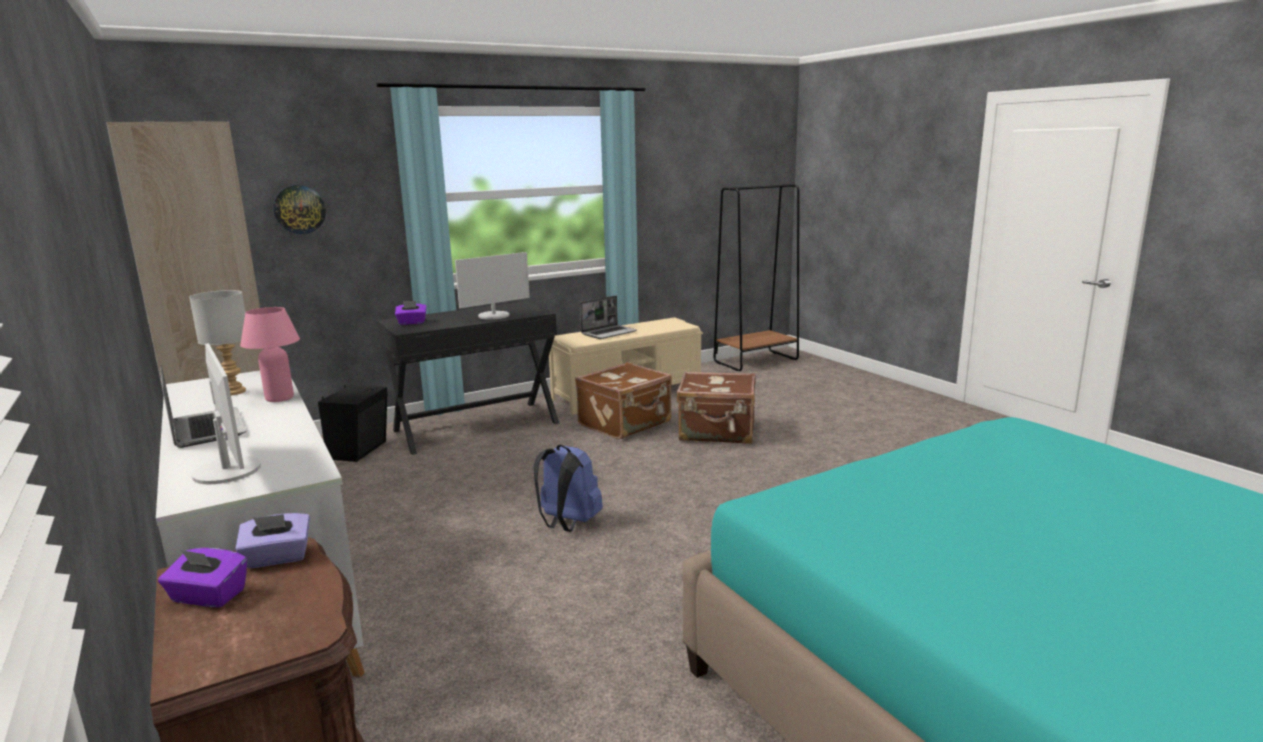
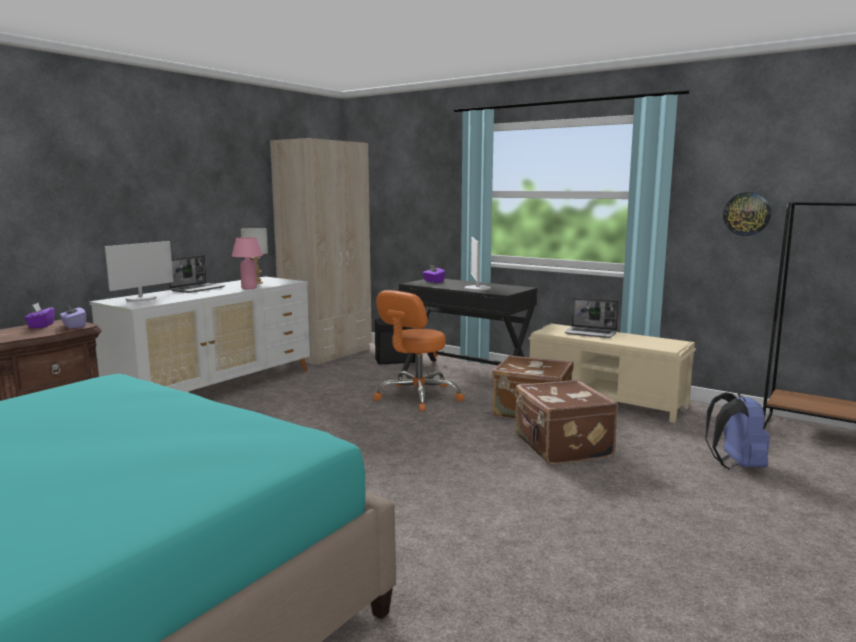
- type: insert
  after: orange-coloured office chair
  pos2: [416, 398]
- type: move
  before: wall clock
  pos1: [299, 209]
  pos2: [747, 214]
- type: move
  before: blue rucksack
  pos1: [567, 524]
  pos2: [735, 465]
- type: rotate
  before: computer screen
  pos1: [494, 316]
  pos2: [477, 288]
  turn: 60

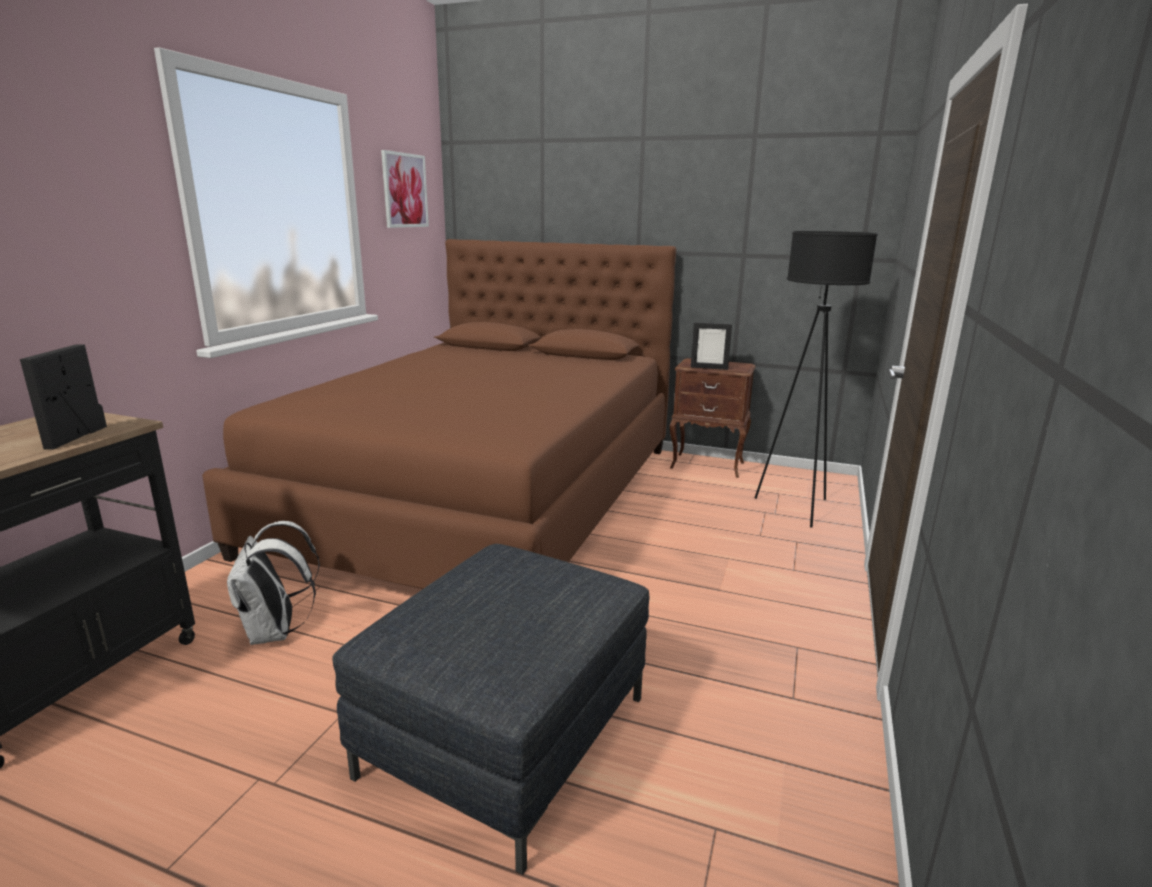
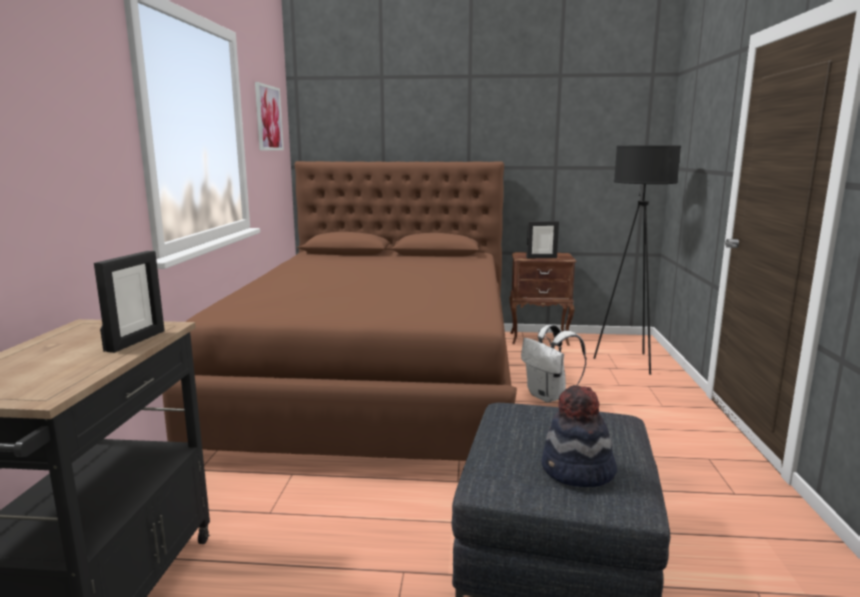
- type: insert
  after: hat
  pos2: [577, 472]
- type: move
  before: white rucksack
  pos1: [276, 632]
  pos2: [549, 397]
- type: rotate
  before: standing frame
  pos1: [76, 437]
  pos2: [135, 340]
  turn: -150

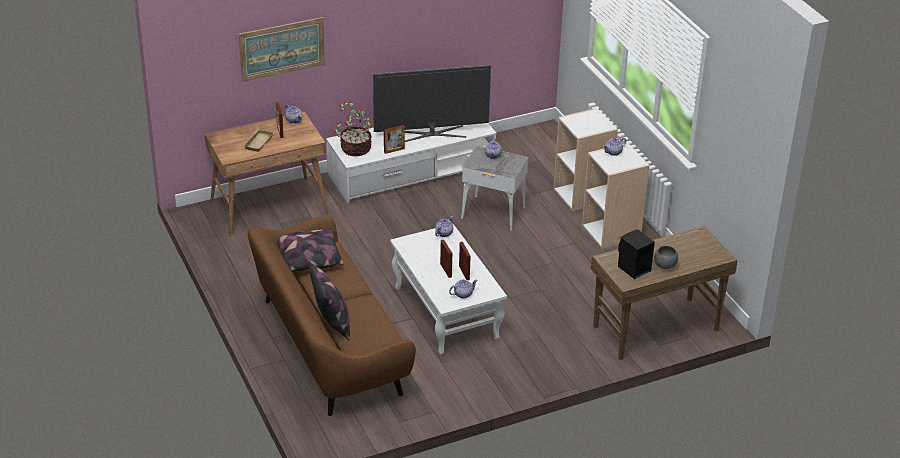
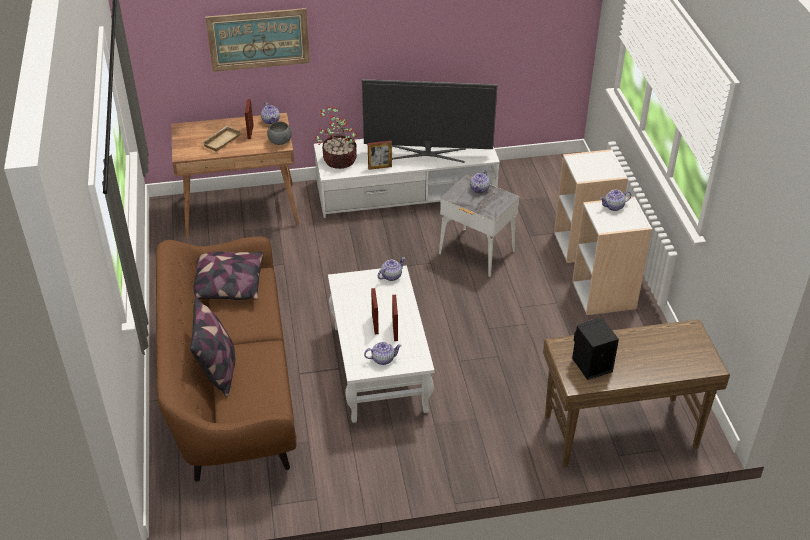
- type: move
  before: greyish serving bowl
  pos1: [664, 265]
  pos2: [280, 142]

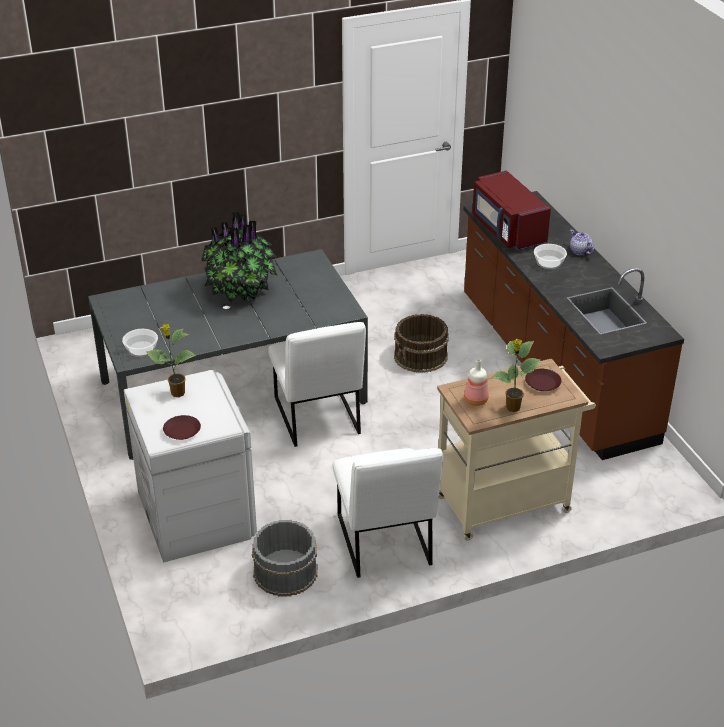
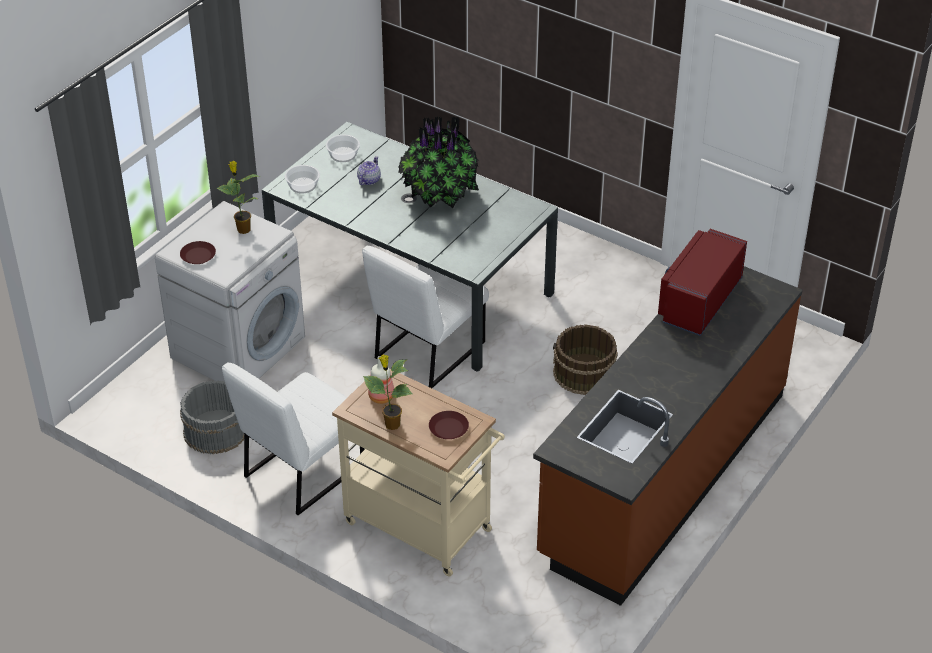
- type: move
  before: serving bowl
  pos1: [549, 262]
  pos2: [343, 154]
- type: move
  before: teapot
  pos1: [580, 251]
  pos2: [368, 180]

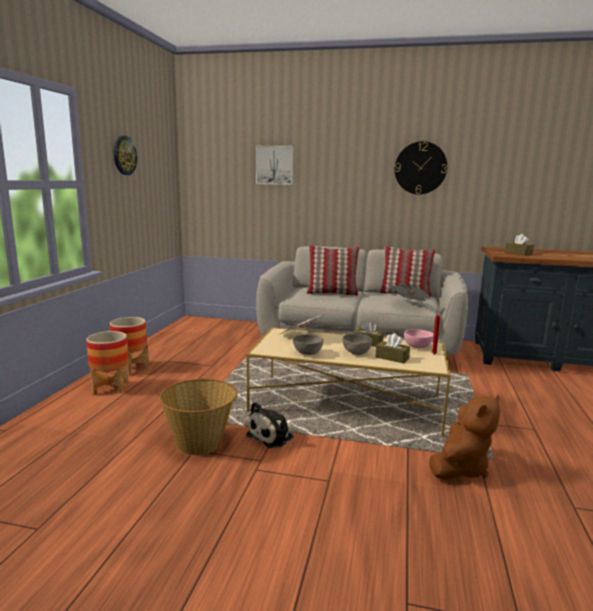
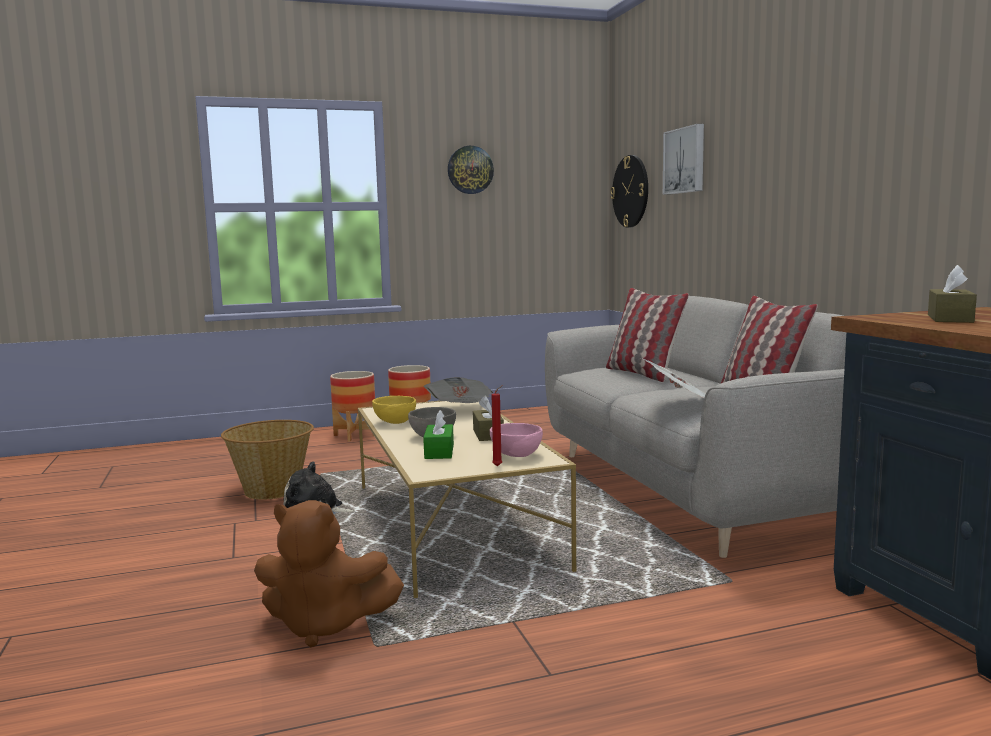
- type: move
  before: wall clock
  pos1: [420, 168]
  pos2: [631, 191]
- type: recolor
  before: greyish serving bowl
  after: yellow serving bowl
  pos1: [308, 353]
  pos2: [394, 422]
- type: recolor
  before: brownish box of tissues
  after: greenish box of tissues
  pos1: [392, 358]
  pos2: [439, 451]

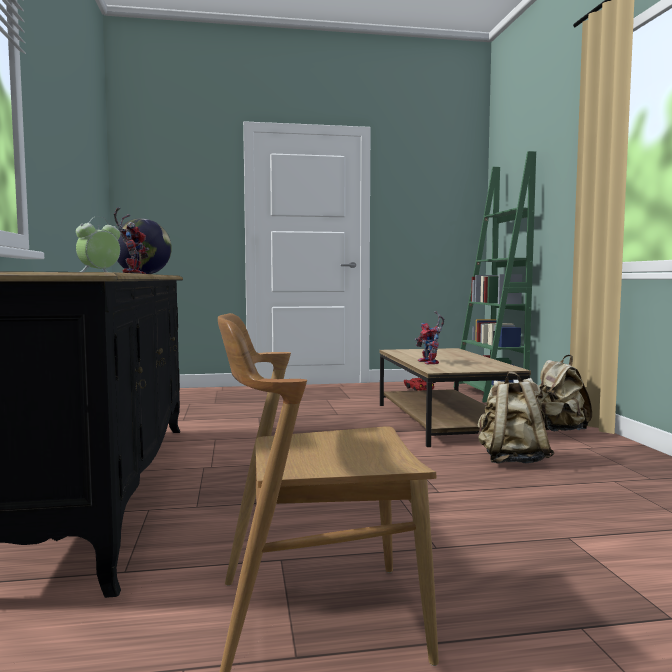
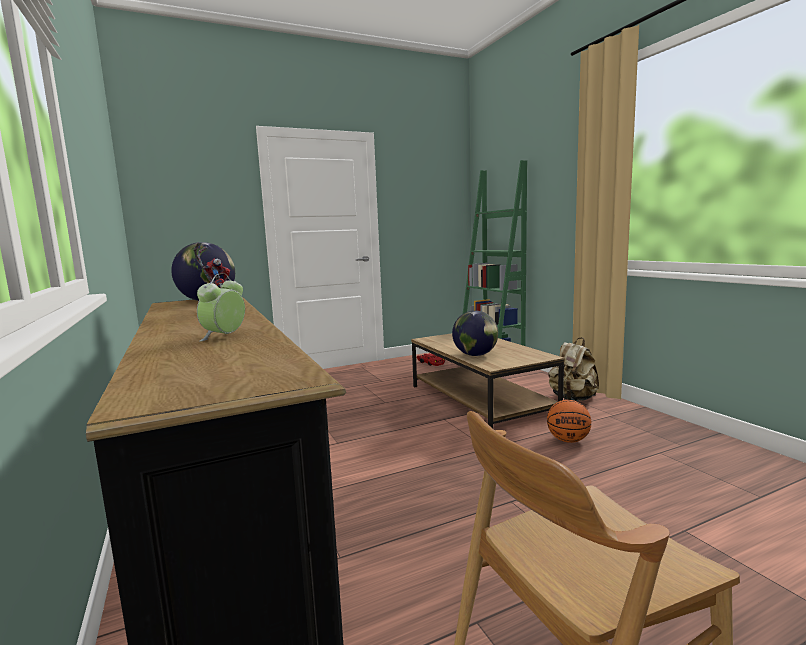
- type: replace
  before: toy robot
  after: globe
  pos1: [431, 363]
  pos2: [475, 355]
- type: replace
  before: beige-coloured rucksack
  after: basketball
  pos1: [512, 460]
  pos2: [568, 440]

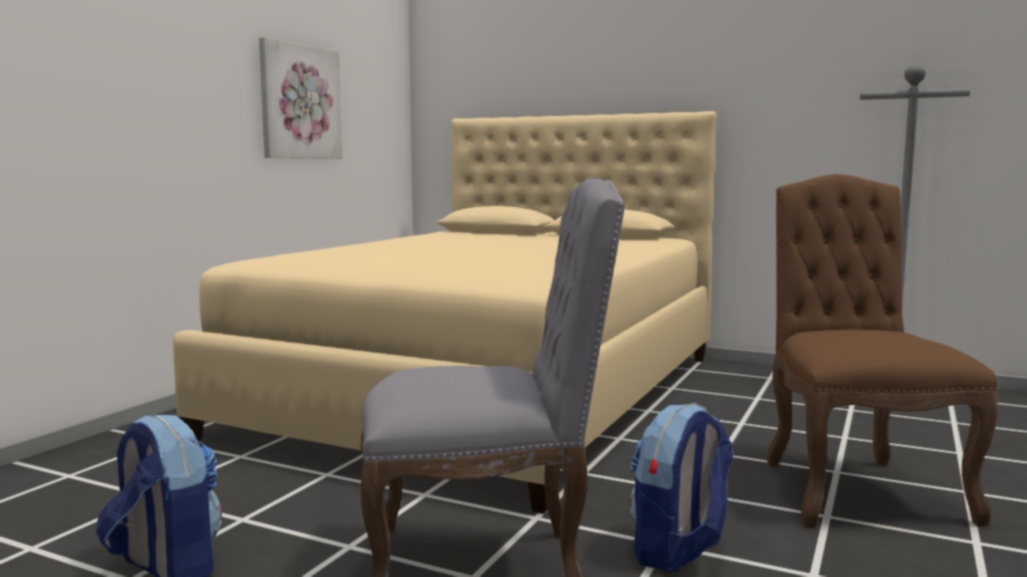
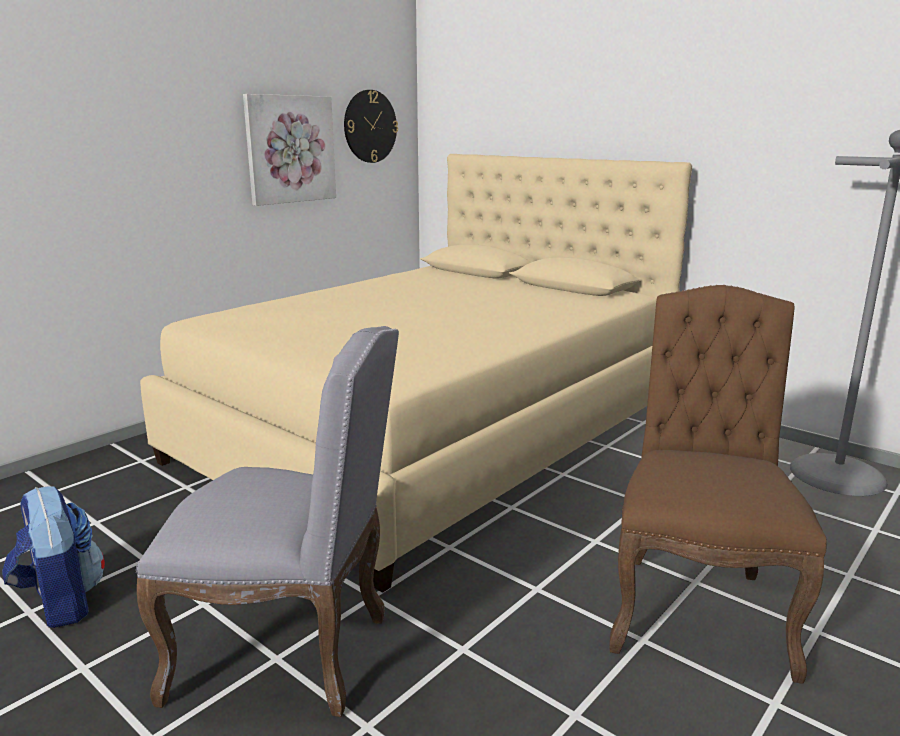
- type: delete
  before: rucksack
  pos1: [679, 551]
- type: insert
  after: wall clock
  pos2: [370, 126]

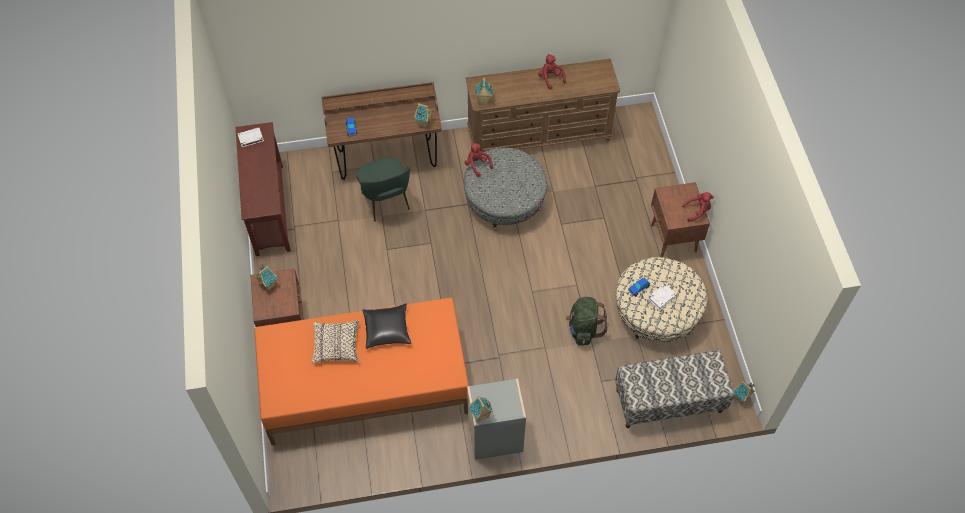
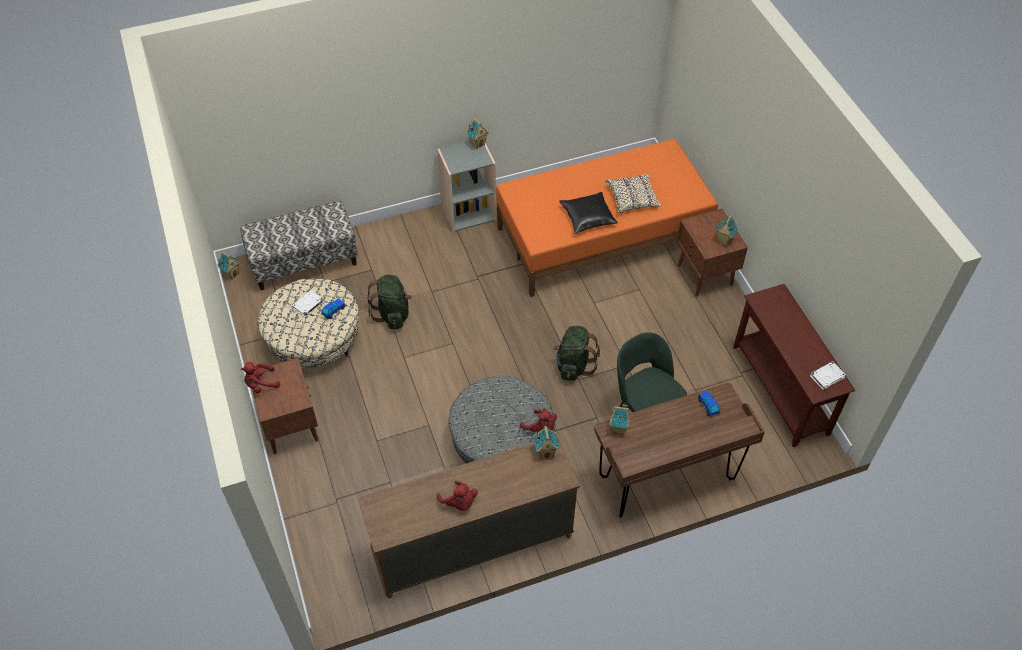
- type: insert
  after: greenish rucksack
  pos2: [573, 365]

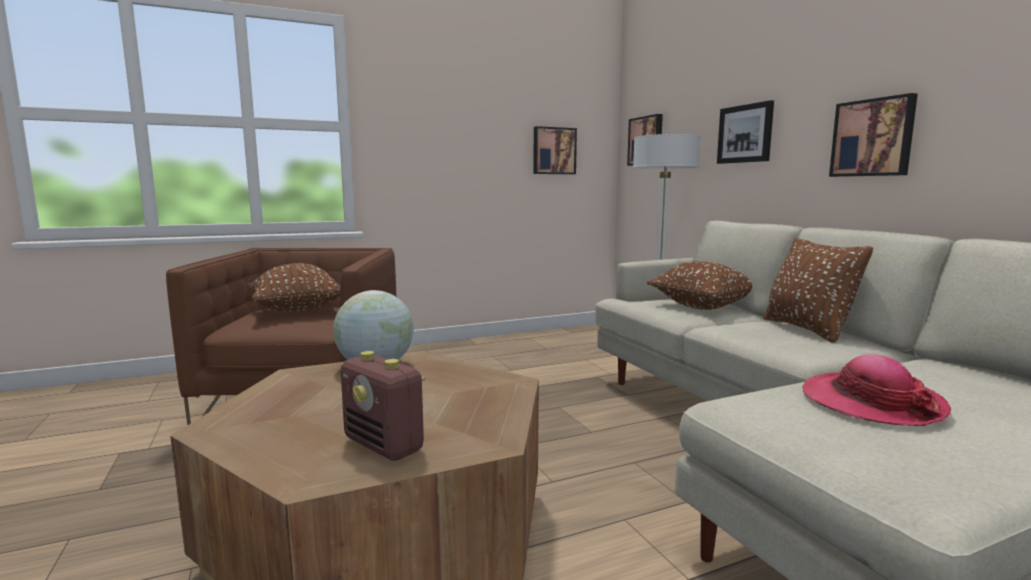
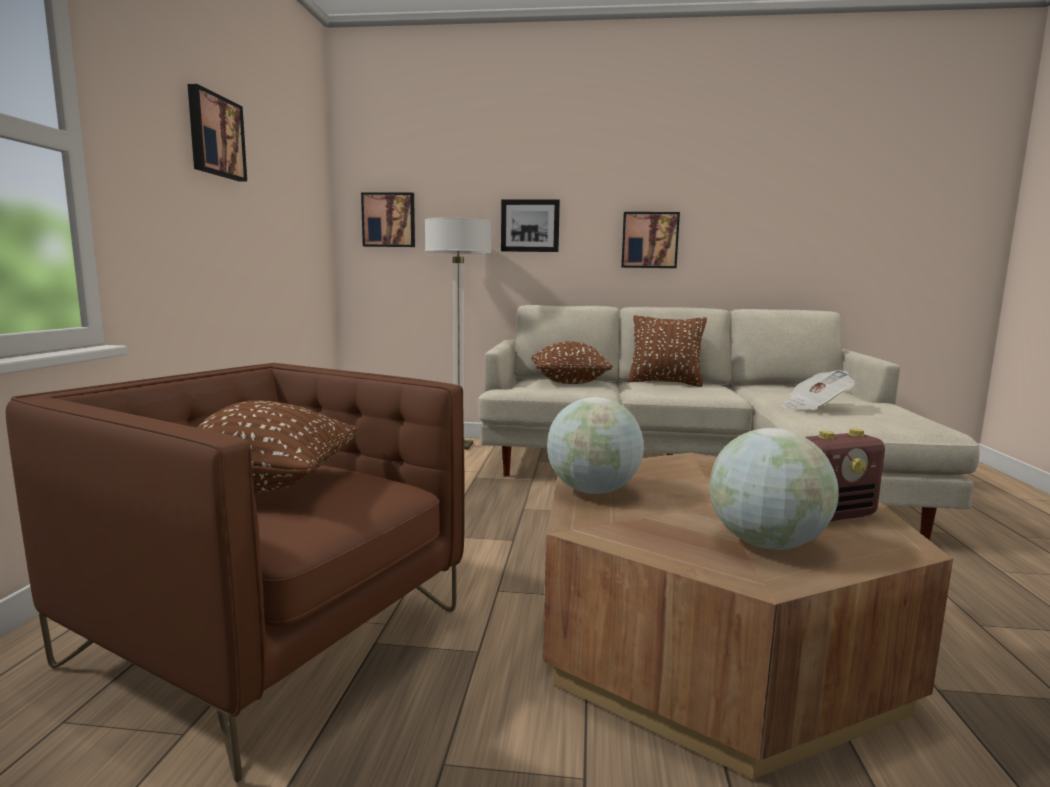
- type: insert
  after: globe
  pos2: [766, 544]
- type: move
  before: wall picture
  pos1: [553, 151]
  pos2: [215, 136]
- type: replace
  before: hat
  after: printed paper
  pos1: [871, 403]
  pos2: [814, 407]

